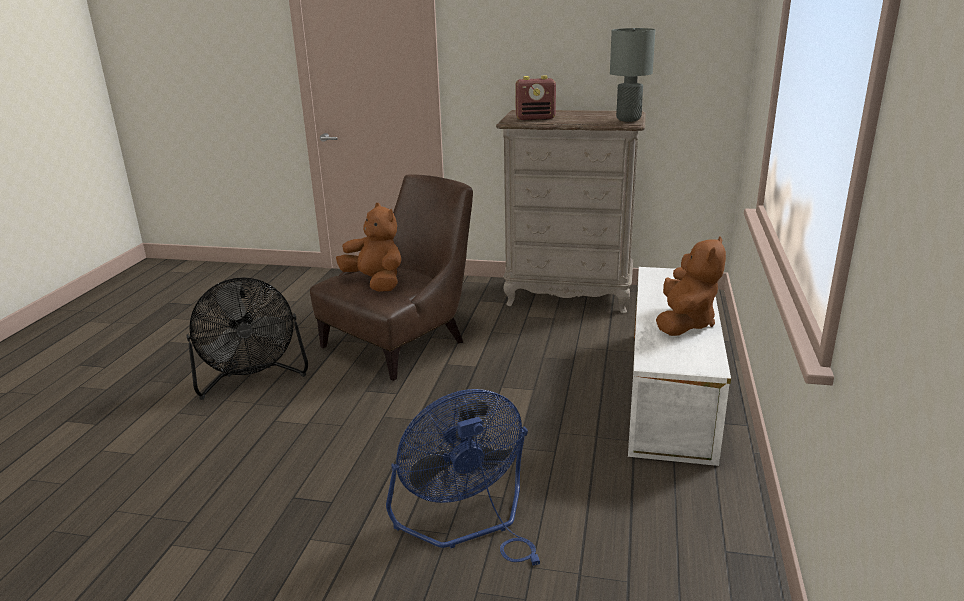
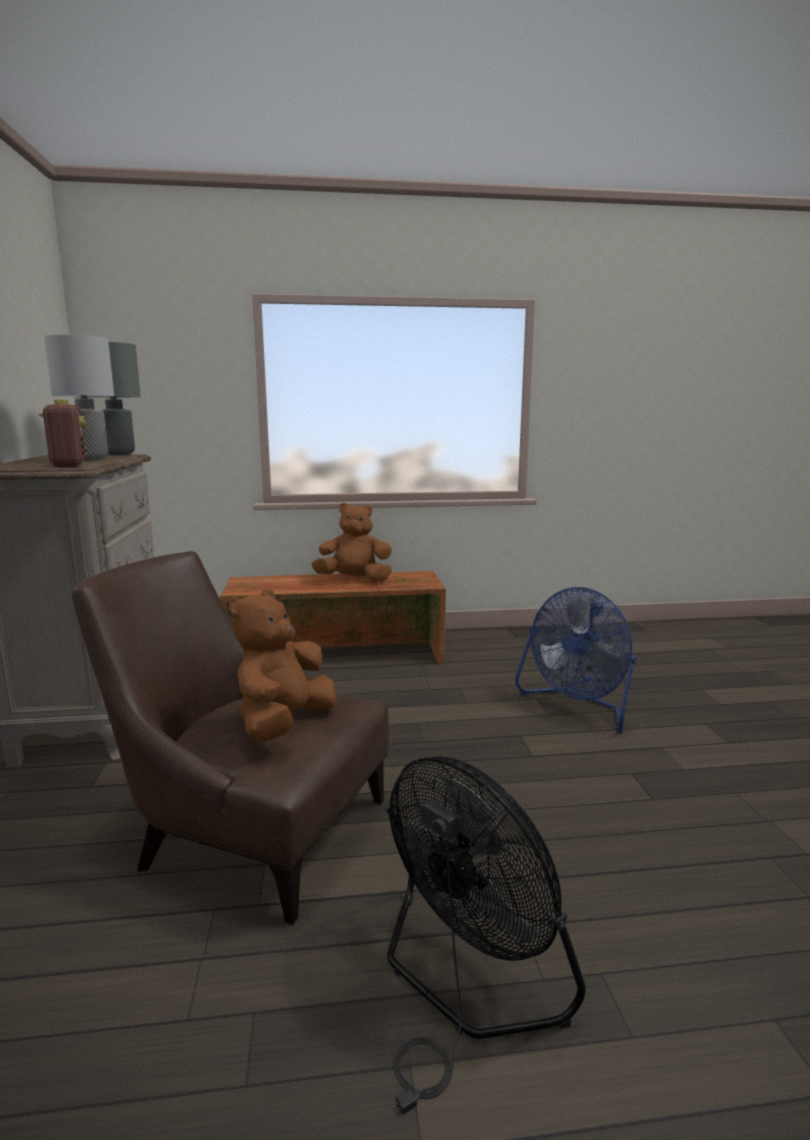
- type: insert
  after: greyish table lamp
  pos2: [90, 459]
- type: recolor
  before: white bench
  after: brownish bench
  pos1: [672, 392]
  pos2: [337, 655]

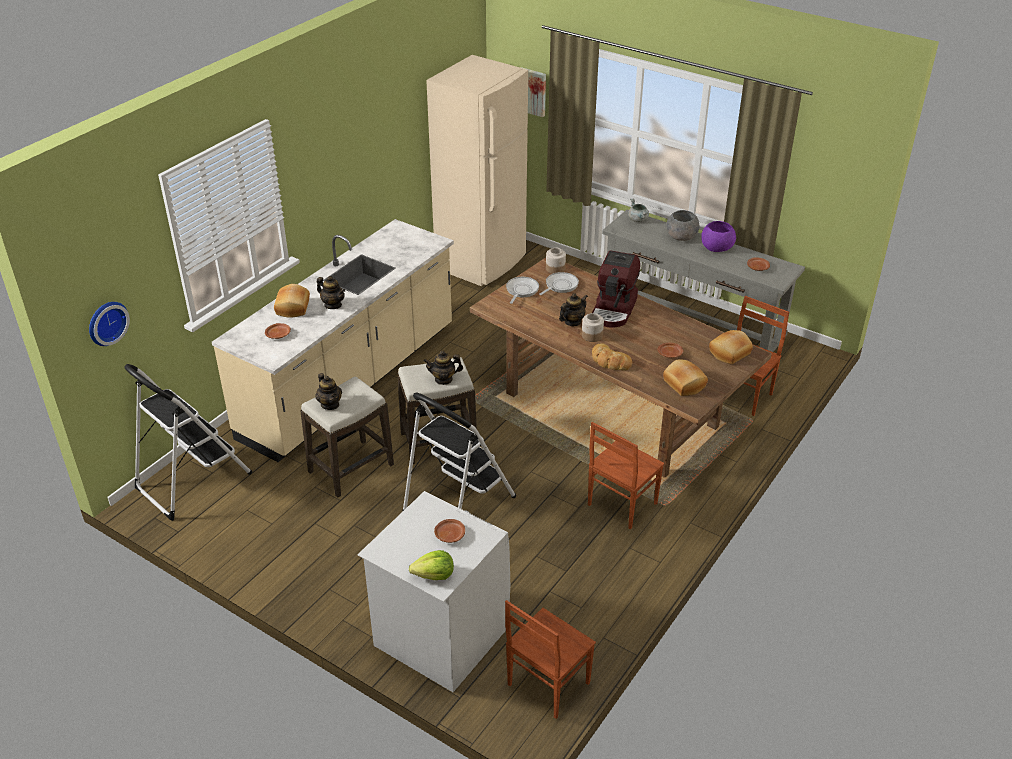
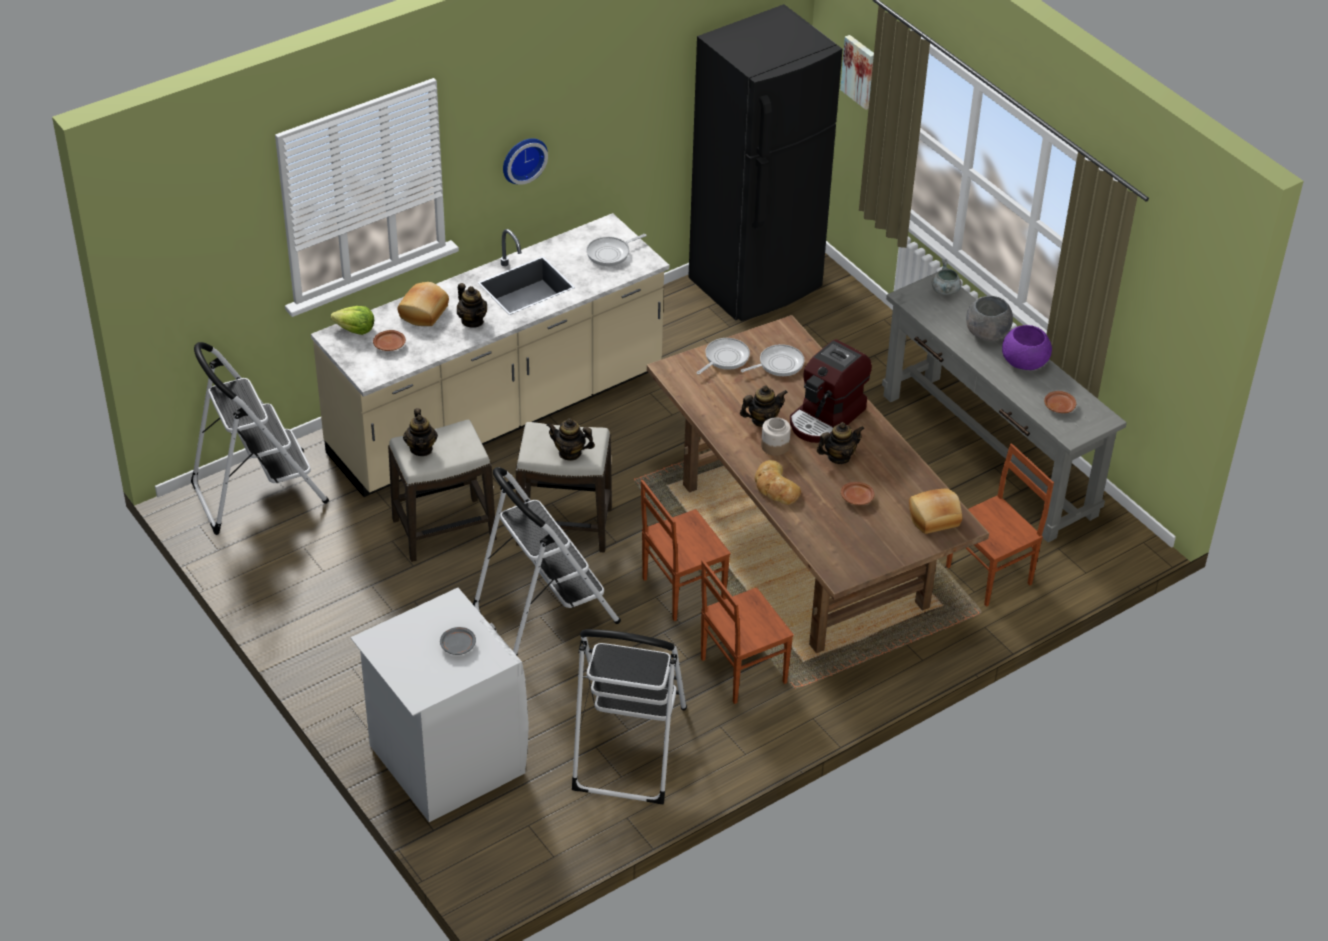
- type: delete
  before: storage jar
  pos1: [555, 269]
- type: delete
  before: baked bread
  pos1: [683, 384]
- type: insert
  after: step stool
  pos2: [627, 751]
- type: insert
  after: skillet
  pos2: [611, 253]
- type: insert
  after: teapot
  pos2: [838, 457]
- type: move
  before: wall clock
  pos1: [106, 322]
  pos2: [522, 158]
- type: move
  before: lettuce
  pos1: [434, 575]
  pos2: [355, 329]
- type: move
  before: brownish chair
  pos1: [547, 684]
  pos2: [681, 589]
- type: recolor
  before: beige-coloured refrigerator
  after: black-coloured refrigerator
  pos1: [481, 262]
  pos2: [755, 284]
- type: recolor
  before: brownish flat dish
  after: greyish flat dish
  pos1: [450, 534]
  pos2: [458, 645]

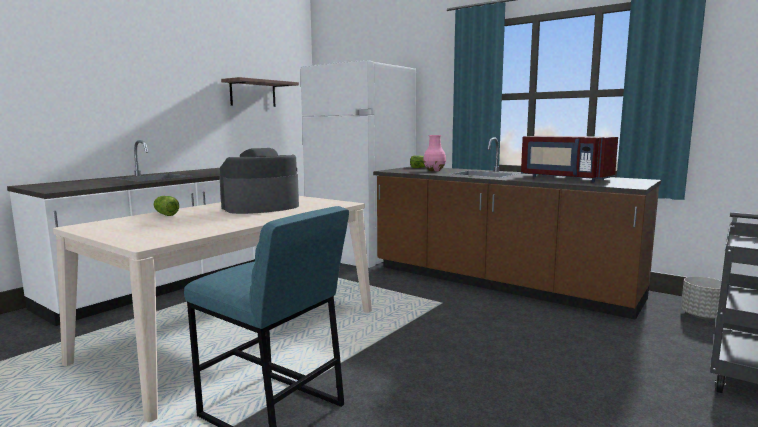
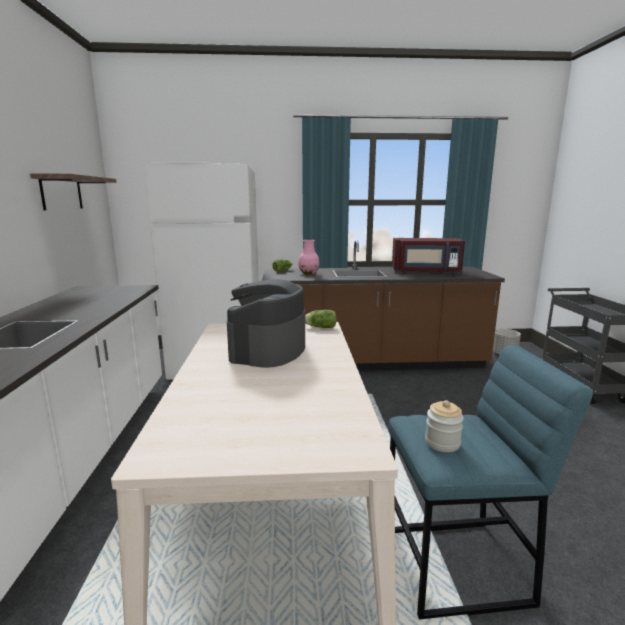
- type: insert
  after: storage jar
  pos2: [442, 443]
- type: move
  before: lettuce
  pos1: [165, 214]
  pos2: [319, 327]

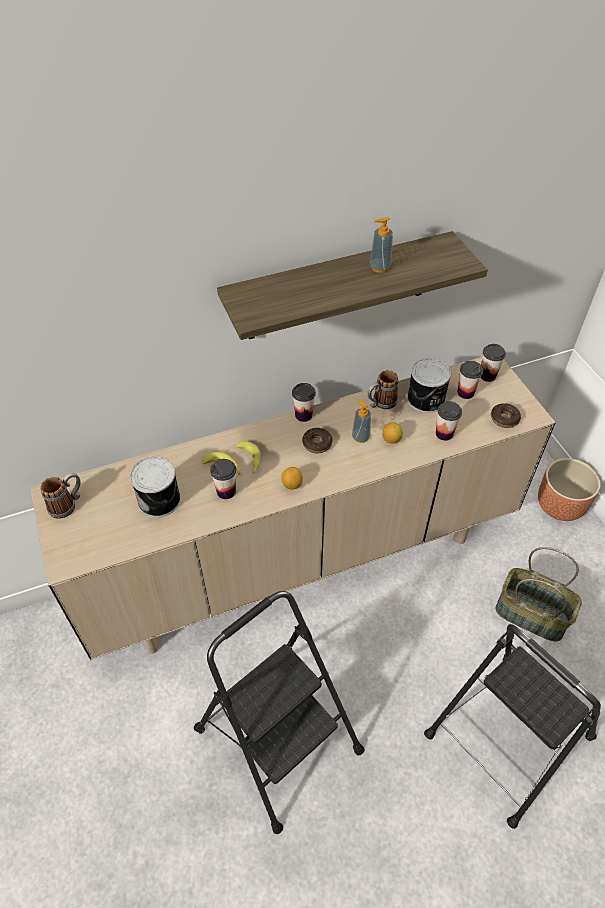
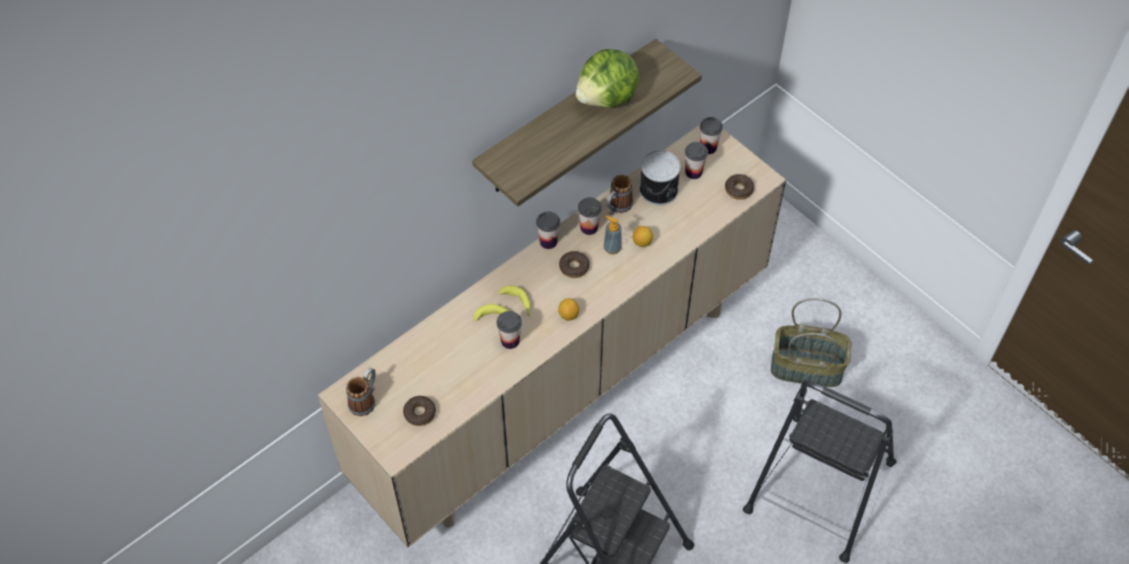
- type: delete
  before: sealed can
  pos1: [160, 499]
- type: delete
  before: brownish plant pot
  pos1: [560, 506]
- type: insert
  after: doughnut
  pos2: [420, 413]
- type: move
  before: small cup
  pos1: [444, 433]
  pos2: [589, 227]
- type: replace
  before: liquid soap bottle
  after: lettuce
  pos1: [380, 267]
  pos2: [607, 98]

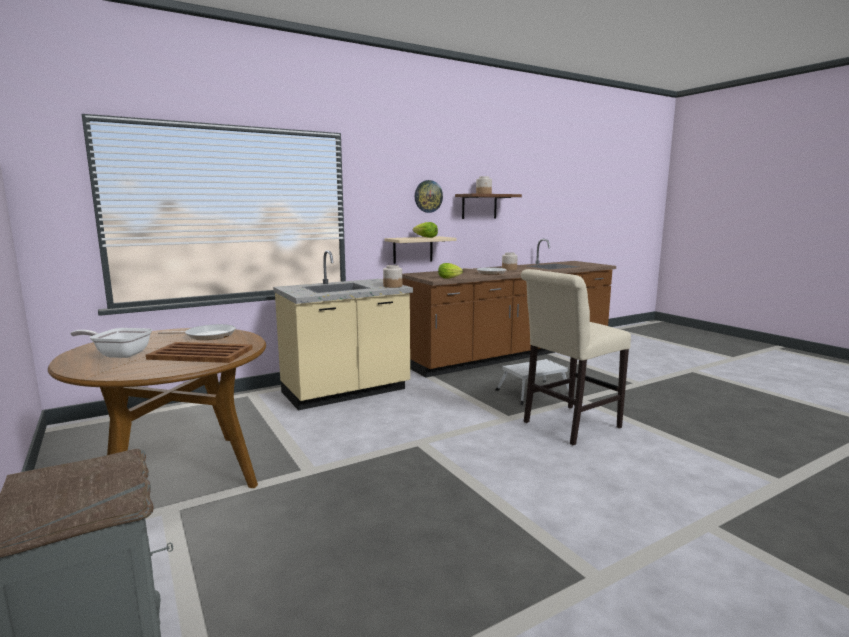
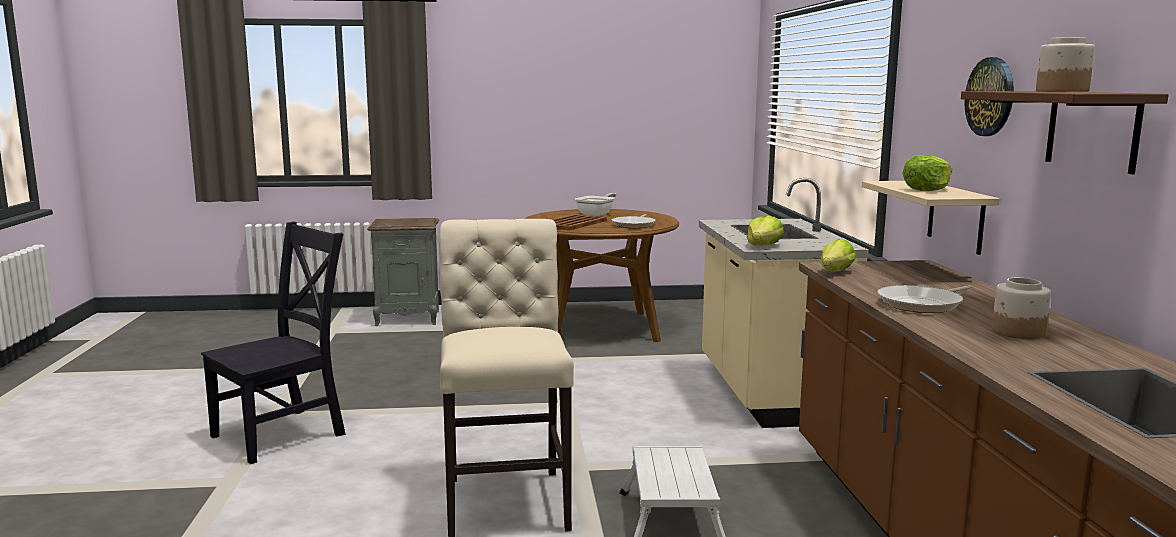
- type: insert
  after: black-coloured chair
  pos2: [284, 434]
- type: replace
  before: storage jar
  after: lettuce
  pos1: [392, 286]
  pos2: [763, 246]

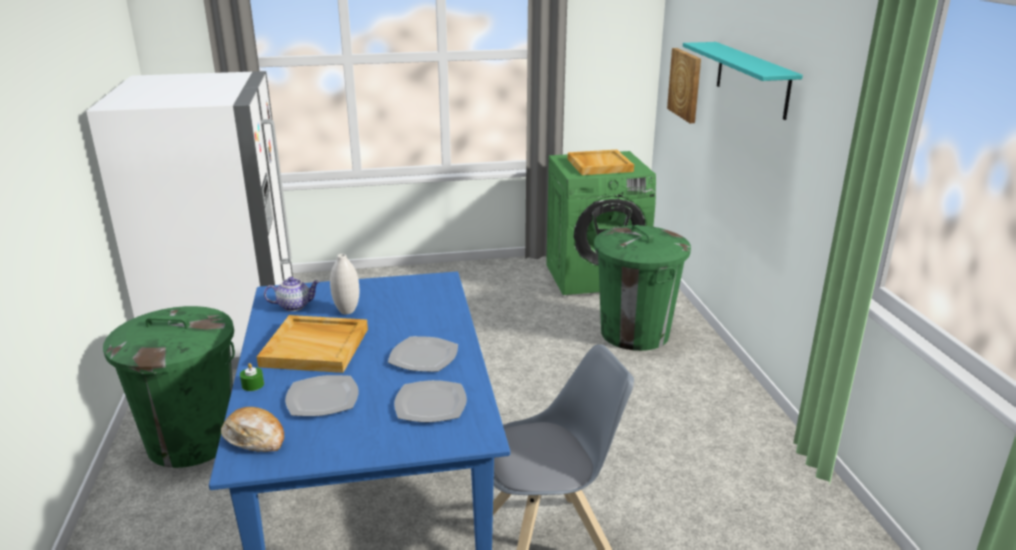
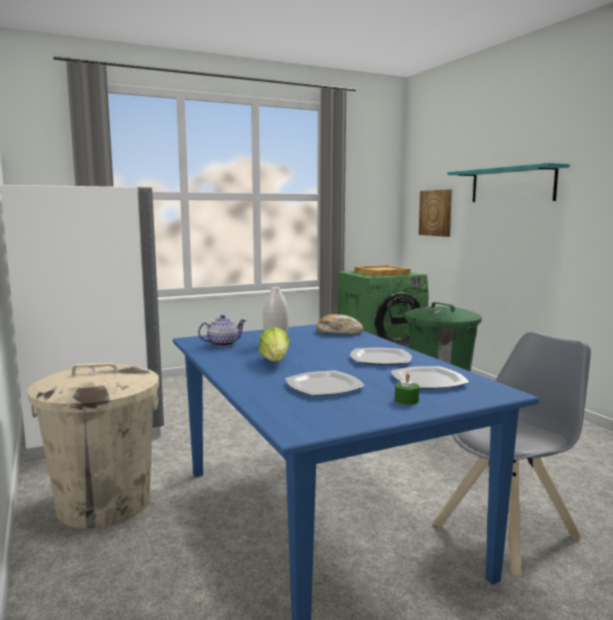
- type: move
  before: baked bread
  pos1: [255, 438]
  pos2: [338, 332]
- type: move
  before: greenish wax candle
  pos1: [253, 385]
  pos2: [406, 400]
- type: replace
  before: beige-coloured serving tray
  after: lettuce
  pos1: [316, 347]
  pos2: [275, 361]
- type: recolor
  before: greenish waste bin
  after: beige-coloured waste bin
  pos1: [192, 440]
  pos2: [104, 503]

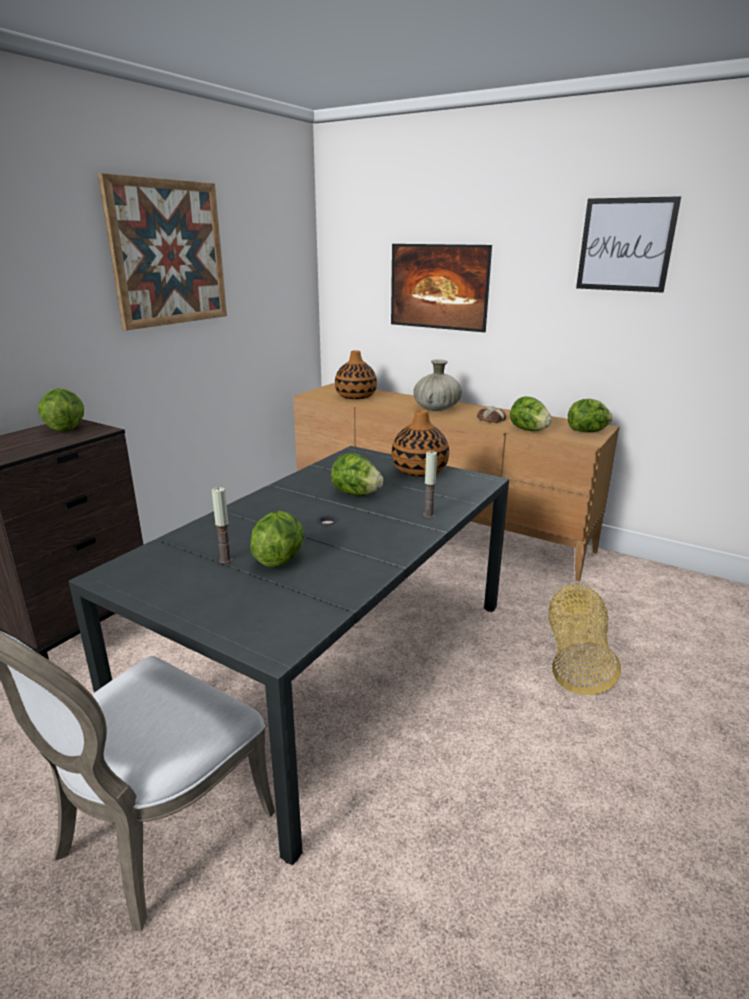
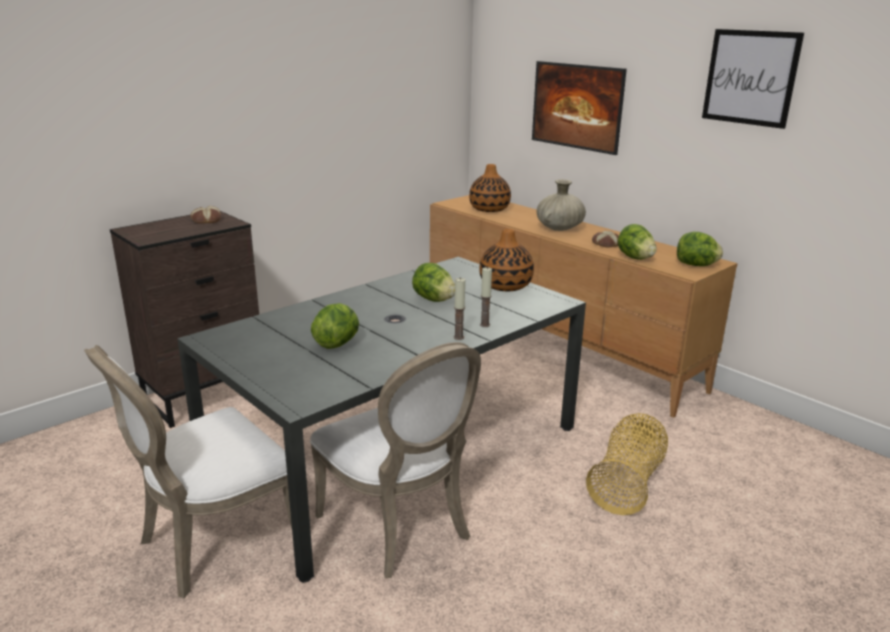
- type: delete
  before: wall picture
  pos1: [168, 253]
- type: insert
  after: white chair
  pos2: [400, 527]
- type: move
  before: wax candle
  pos1: [225, 560]
  pos2: [458, 337]
- type: replace
  before: lettuce
  after: baked bread
  pos1: [65, 429]
  pos2: [206, 220]

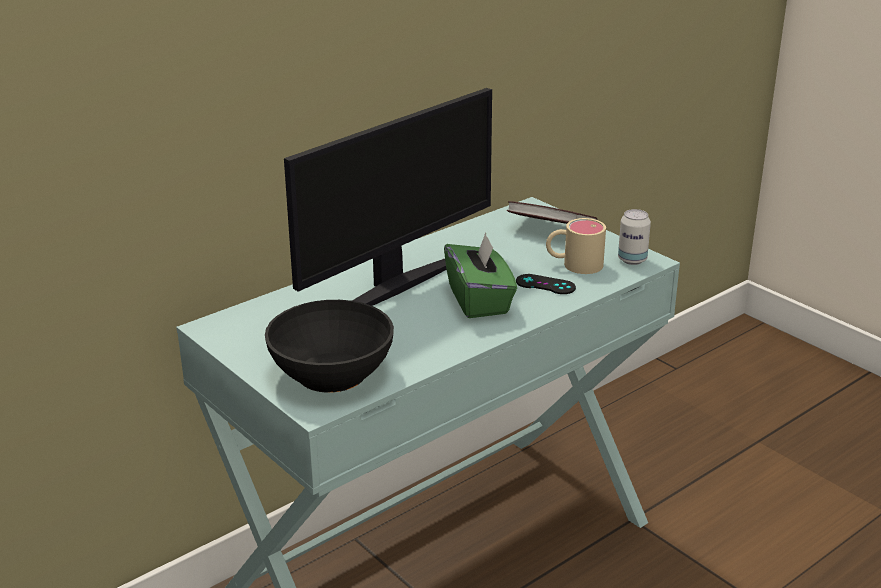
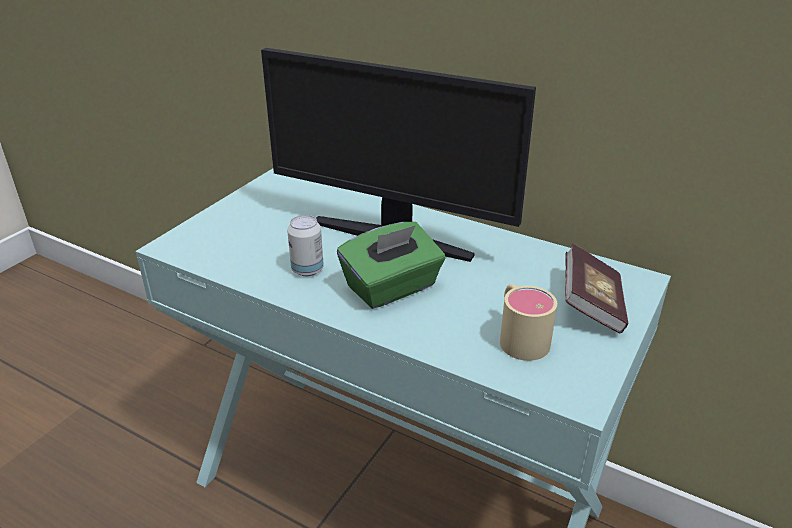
- type: delete
  before: black-coloured serving bowl
  pos1: [331, 374]
- type: delete
  before: black-coloured joypad
  pos1: [545, 284]
- type: move
  before: sealed can
  pos1: [632, 260]
  pos2: [307, 270]

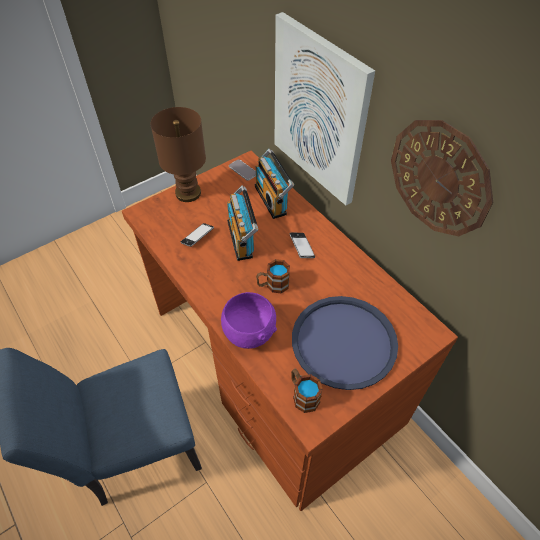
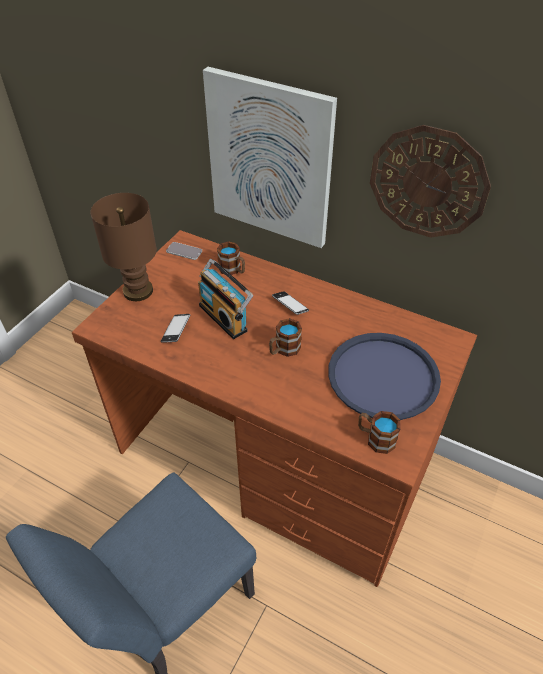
- type: delete
  before: purple-coloured serving bowl
  pos1: [249, 332]
- type: replace
  before: radio receiver
  after: coffee mug
  pos1: [272, 199]
  pos2: [233, 270]

